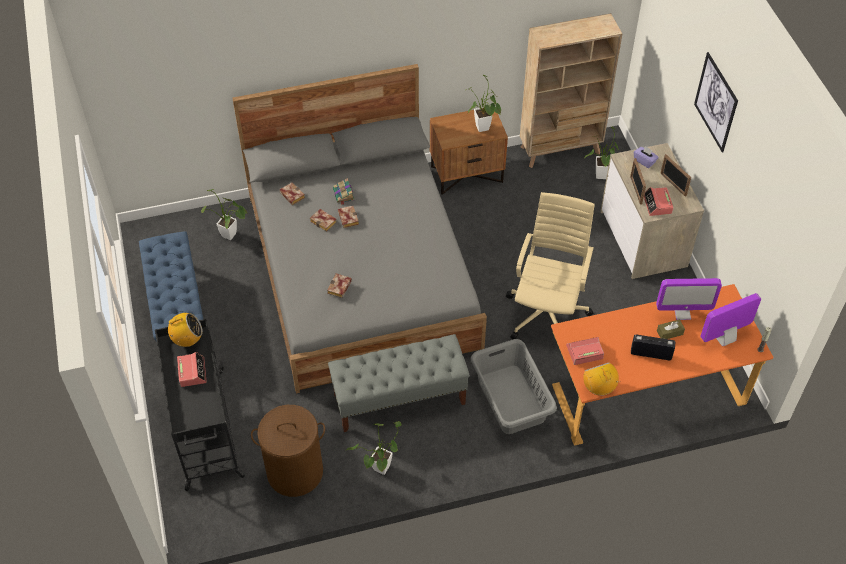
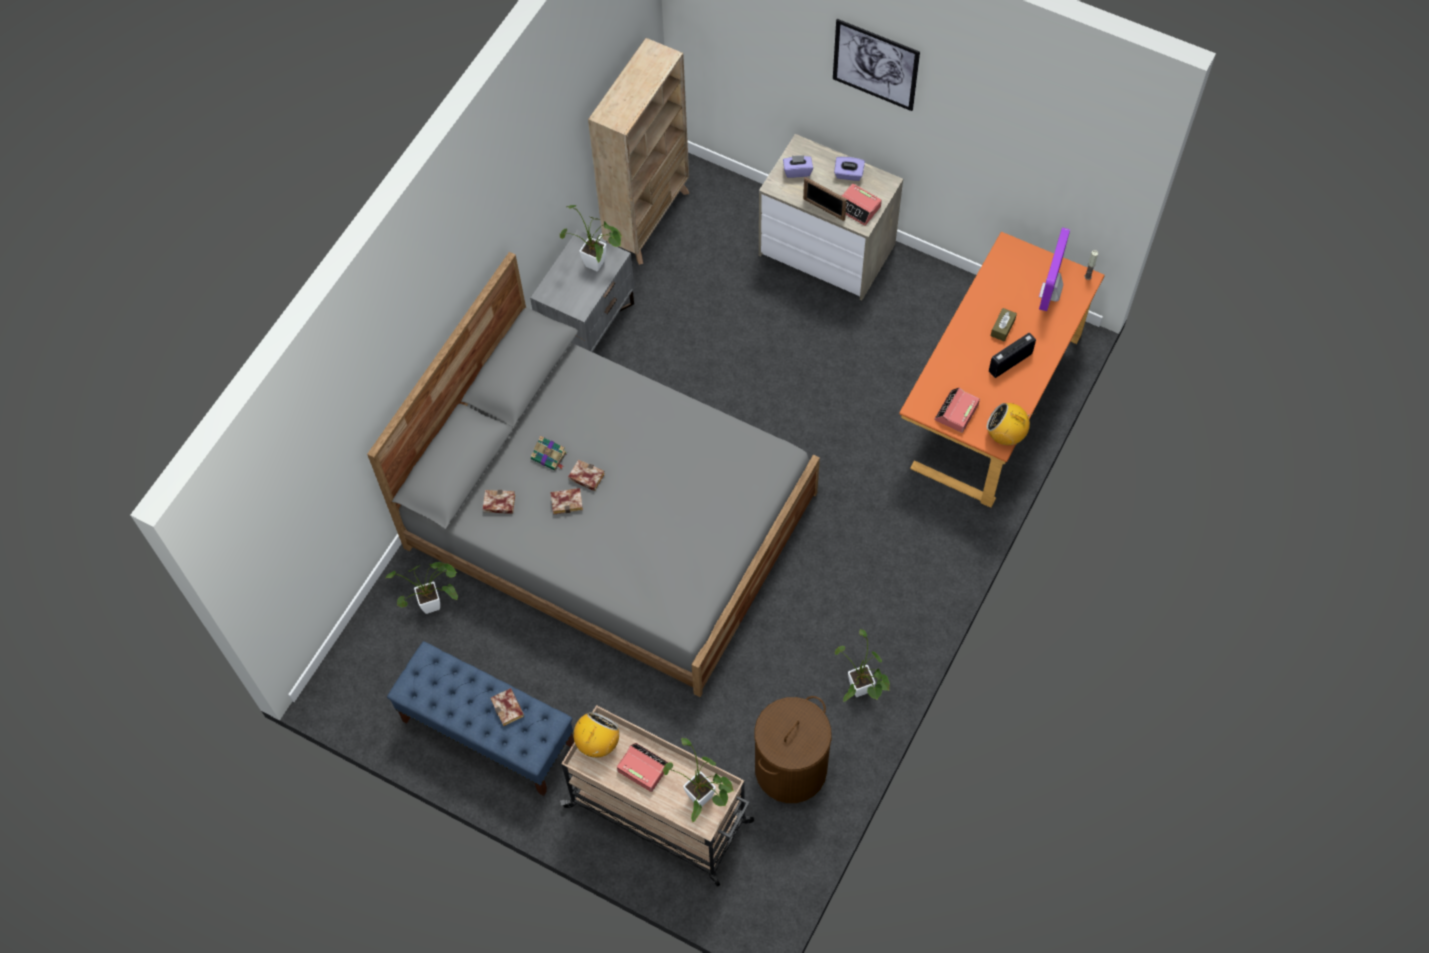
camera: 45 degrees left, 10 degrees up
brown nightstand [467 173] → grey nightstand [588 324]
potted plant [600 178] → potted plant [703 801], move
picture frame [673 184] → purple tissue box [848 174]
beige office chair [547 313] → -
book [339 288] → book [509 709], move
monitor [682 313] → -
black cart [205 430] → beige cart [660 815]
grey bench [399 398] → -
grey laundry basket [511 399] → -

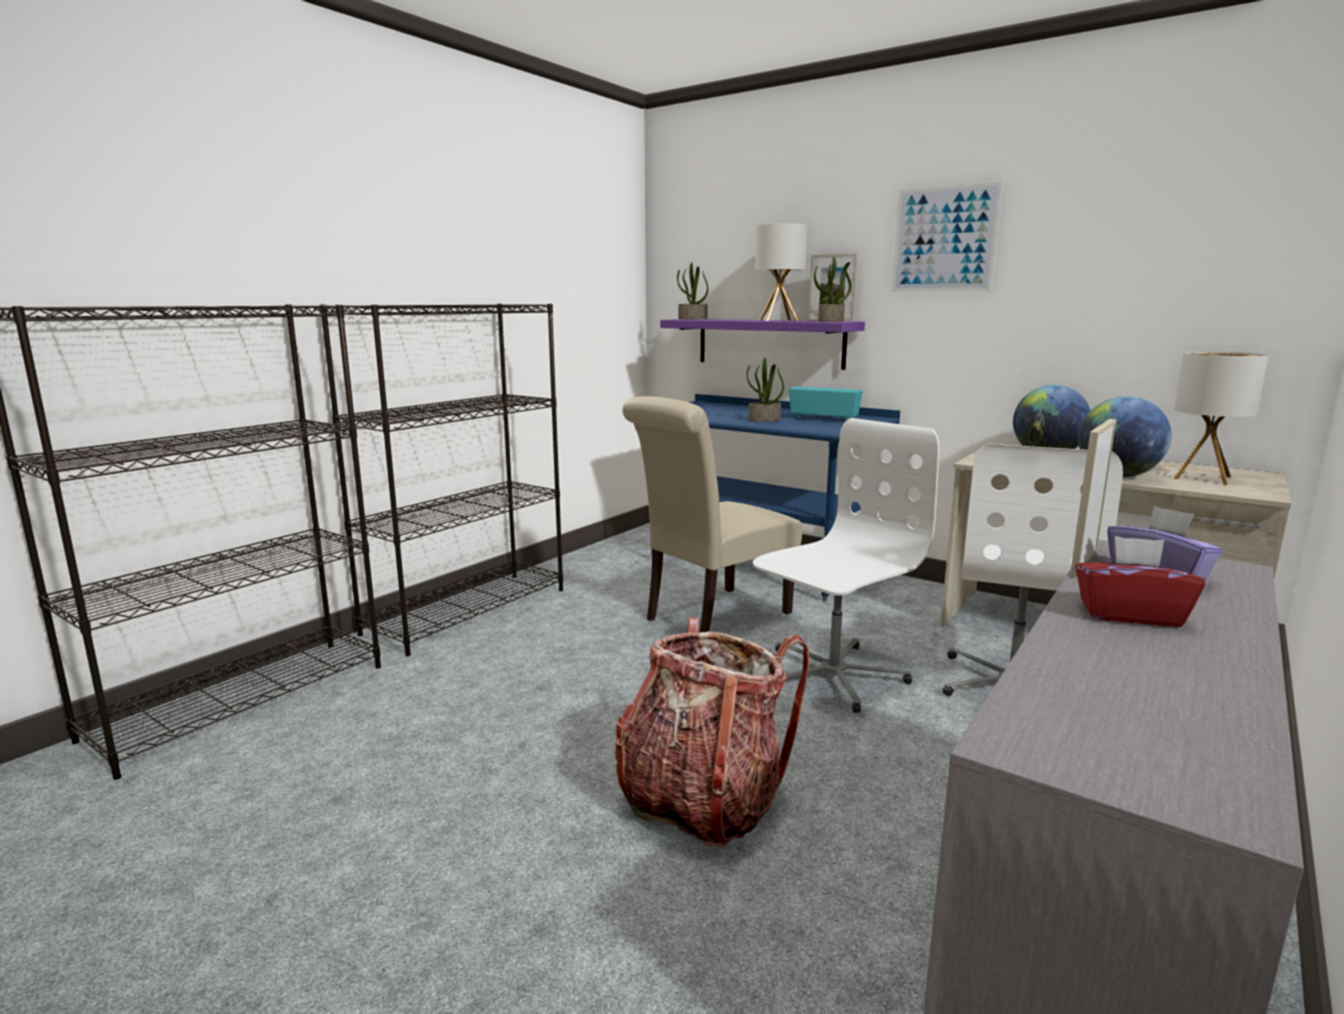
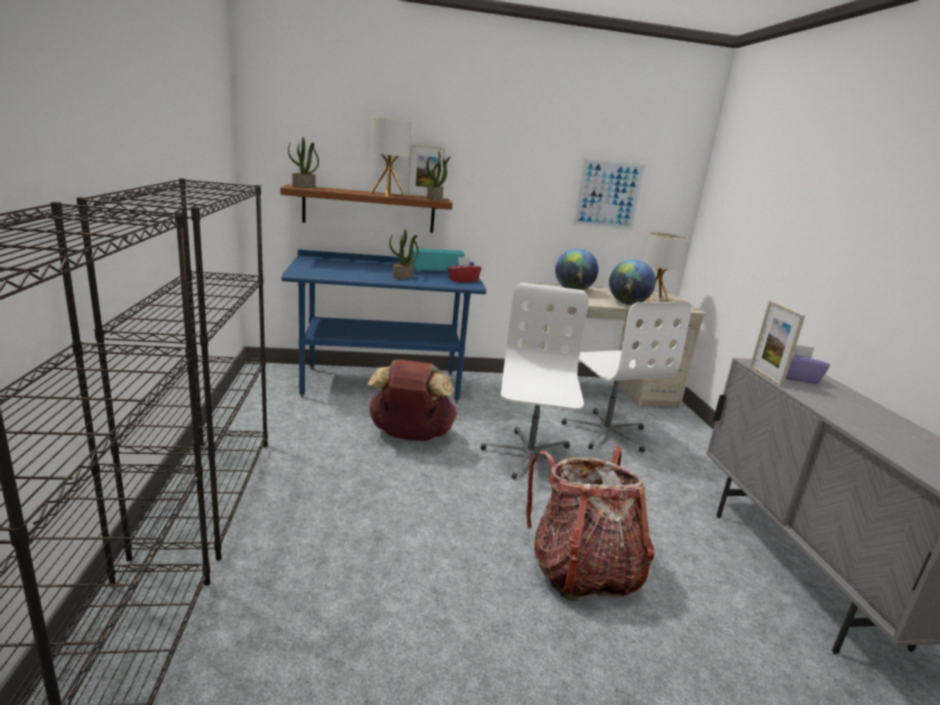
camera: 45 degrees left, 5 degrees up
picture [944 239] → picture [608 195], move
purple shelf [769 343] → brown shelf [369 209]
beige chair [711 618] → brown backpack [410 436]
red tissue box [1129 614] → red tissue box [462 280], move

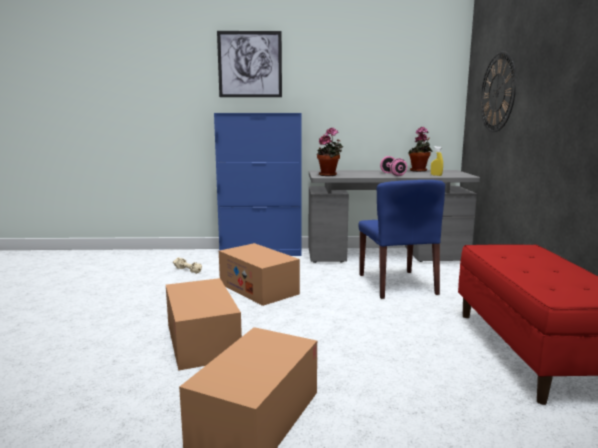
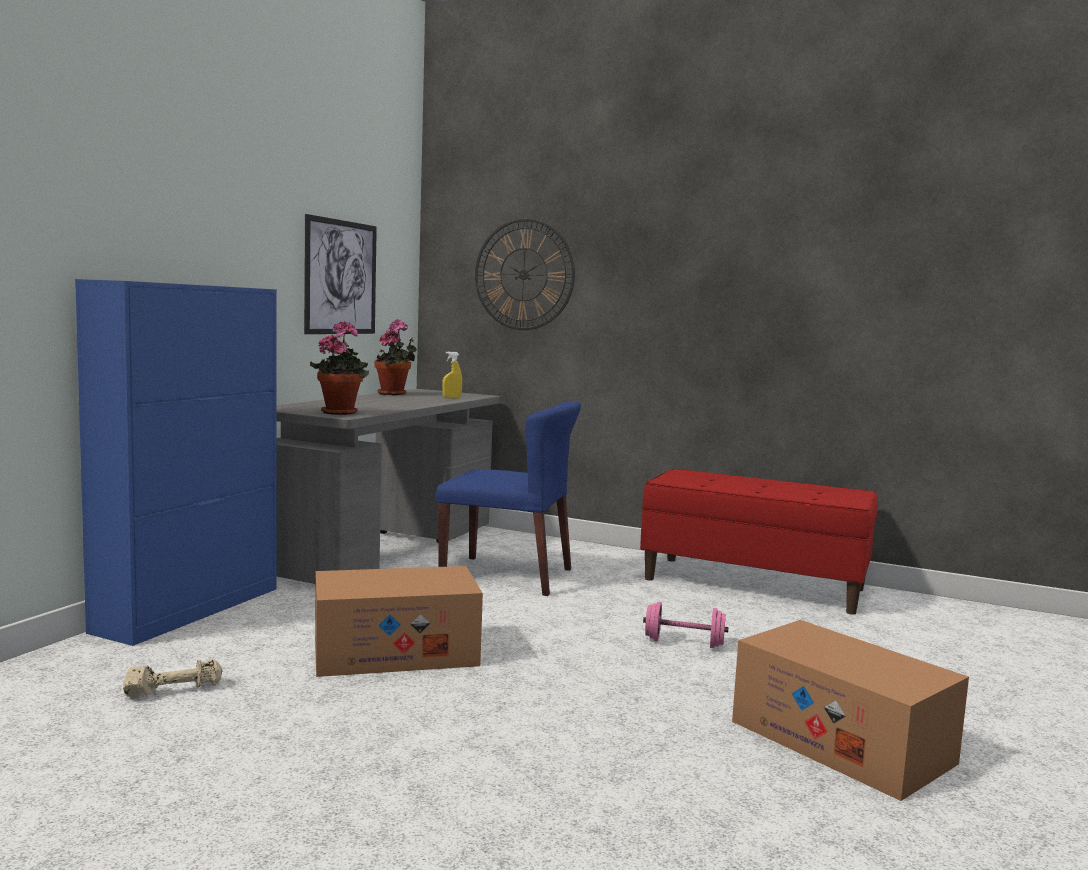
camera: 65 degrees left, 5 degrees down
picture [250 64] → picture [341 277], move
pink dumbbell [393 174] → pink dumbbell [684 643], move
cardboard box [202 341] → -

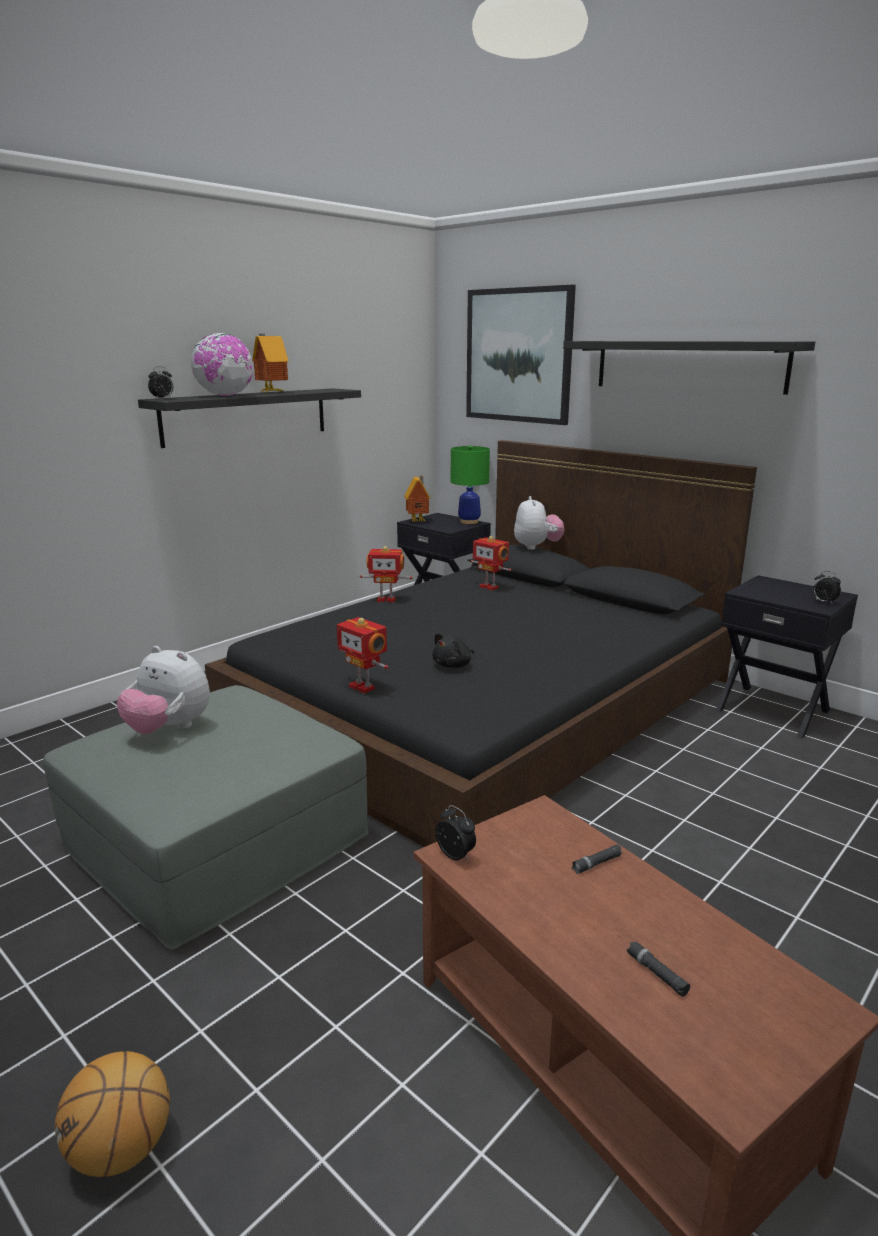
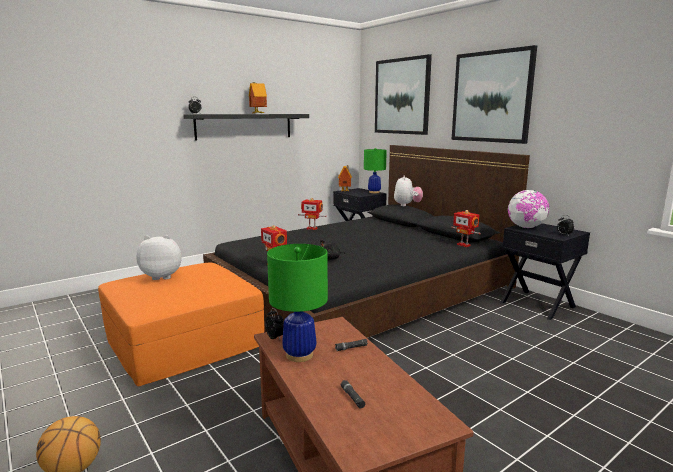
camera: 10 degrees right, 5 degrees down
globe [225 396] → globe [526 227], move
black shelf [688 365] → picture [491 97]
toy robot [489 587] → toy robot [464 245], move
plush toy [169 729] → plush toy [162 276], 135 degrees clockwise
grey ottoman [217 840] → orange ottoman [184 341]
- → green table lamp [300 355]

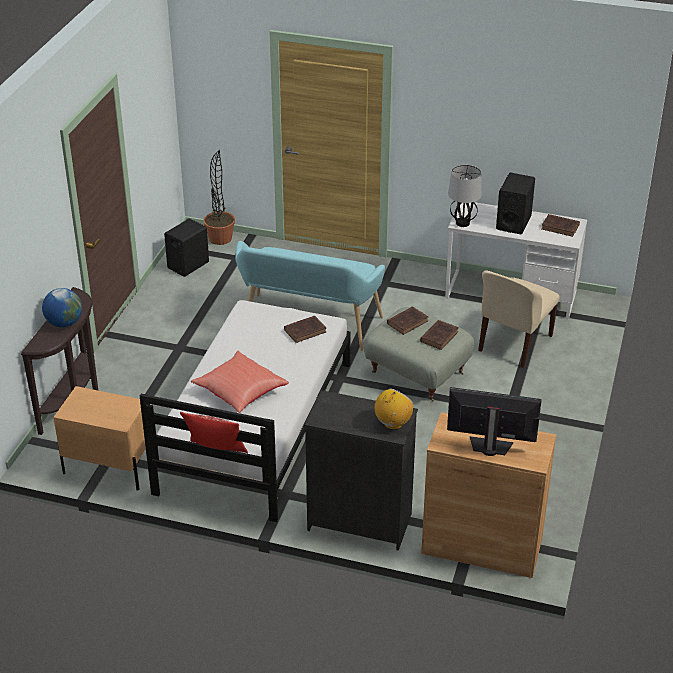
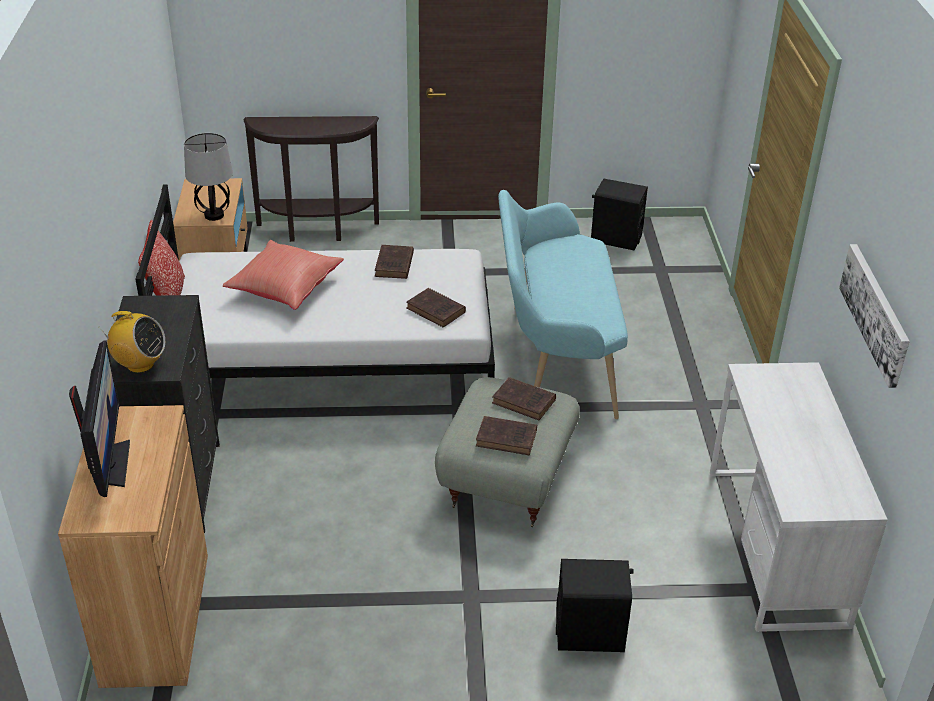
camera: 70 degrees right, 0 degrees up
potted plant [220 238] → -
table lamp [462 223] → table lamp [214 215], move
black speaker [513 222] → black speaker [590 633], move
brown book [561 227] → brown book [394 265], move
beige chair [514 344] → -
globe [64 323] → -
- → picture [876 313]

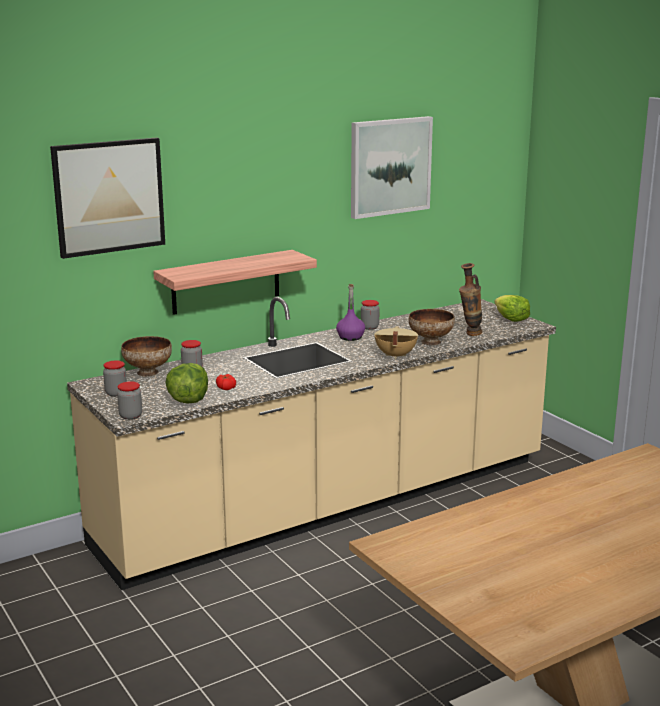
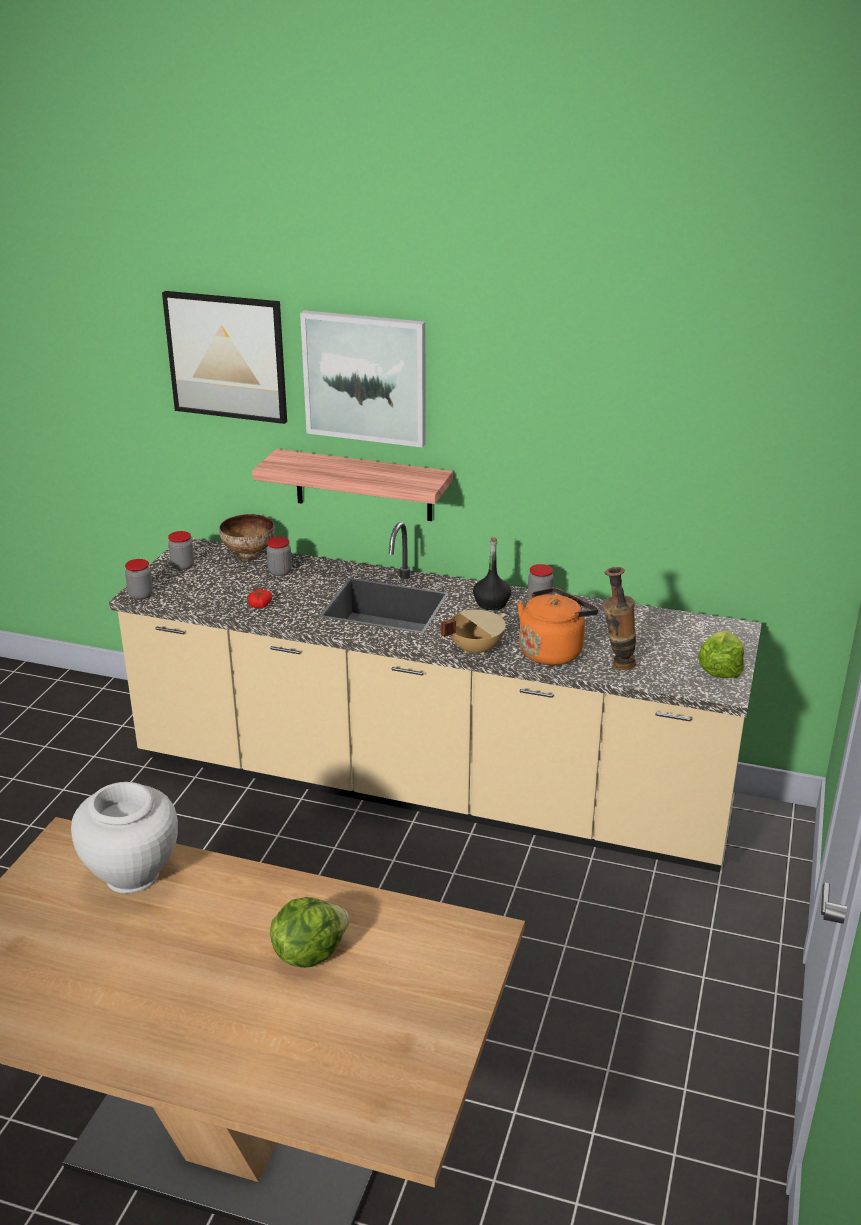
camera: 50 degrees right, 10 degrees up
picture [389 166] → picture [365 377], move
purple bottle [350 337] → black bottle [491 603]
bowl [431 341] → orange kettle [553 651]
lettuce [188 400] → lettuce [308 952], move
- → white vase [133 876]

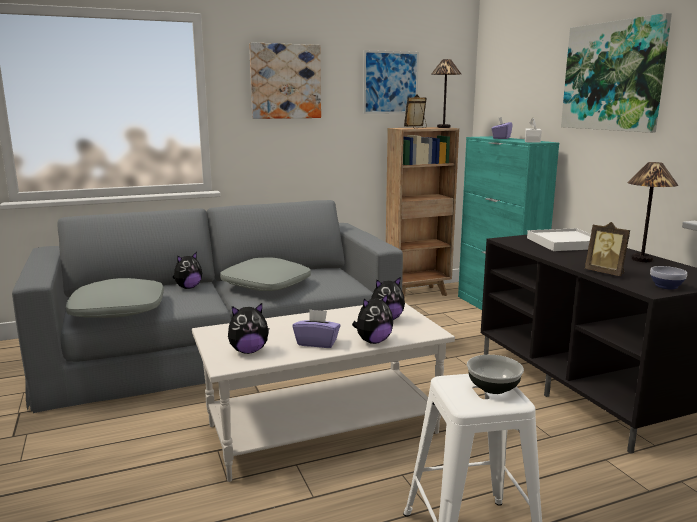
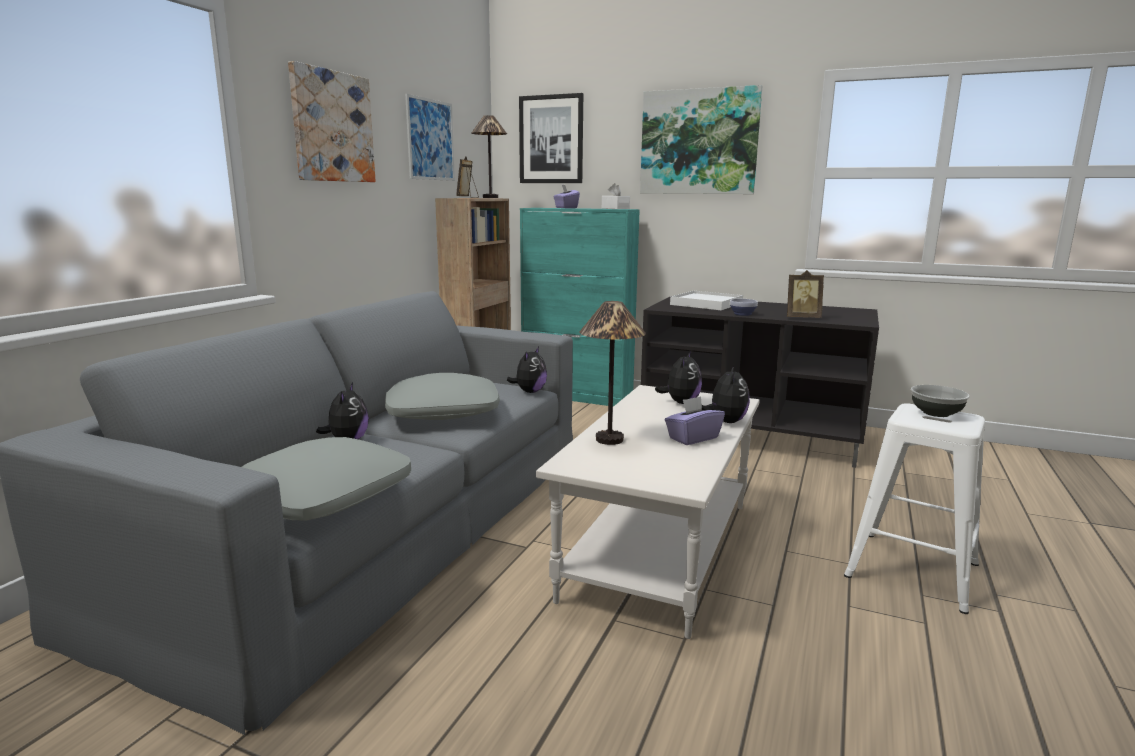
camera: 45 degrees left, 0 degrees up
table lamp [641 259] → table lamp [609 440], move
bowl [666 286] → bowl [742 314], move
plush toy [248 351] → plush toy [529 391], move
- → picture [551 139]

